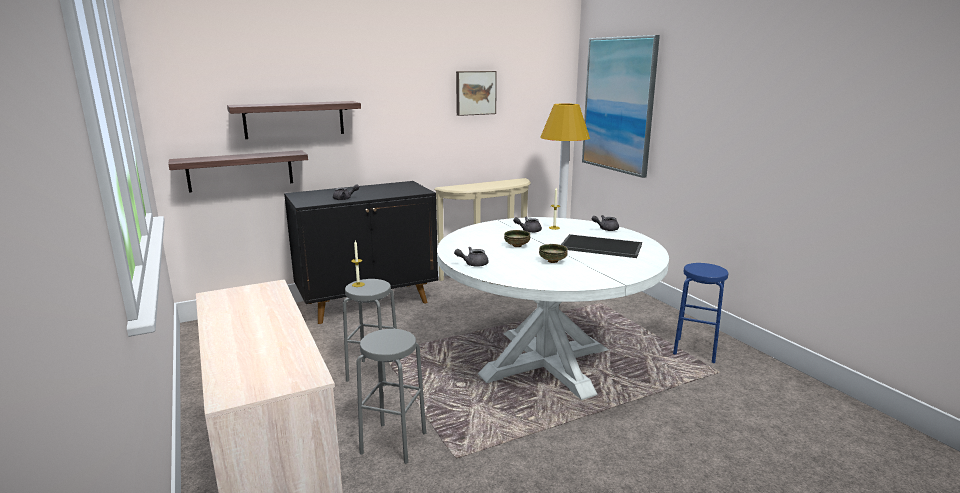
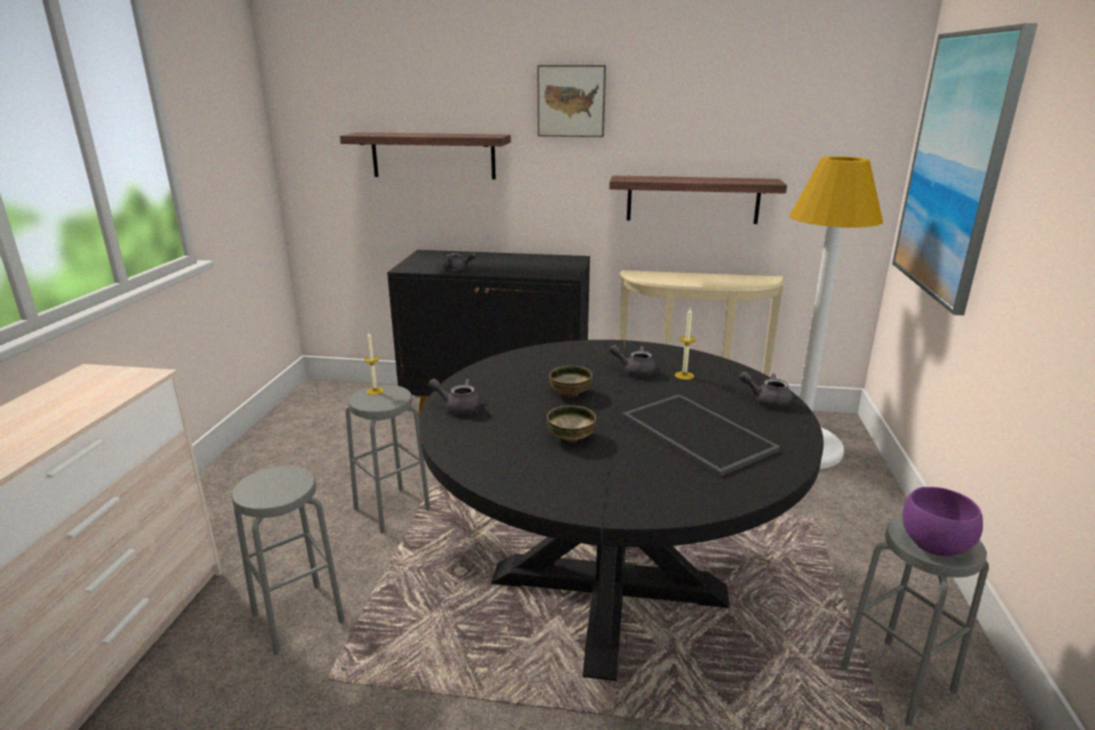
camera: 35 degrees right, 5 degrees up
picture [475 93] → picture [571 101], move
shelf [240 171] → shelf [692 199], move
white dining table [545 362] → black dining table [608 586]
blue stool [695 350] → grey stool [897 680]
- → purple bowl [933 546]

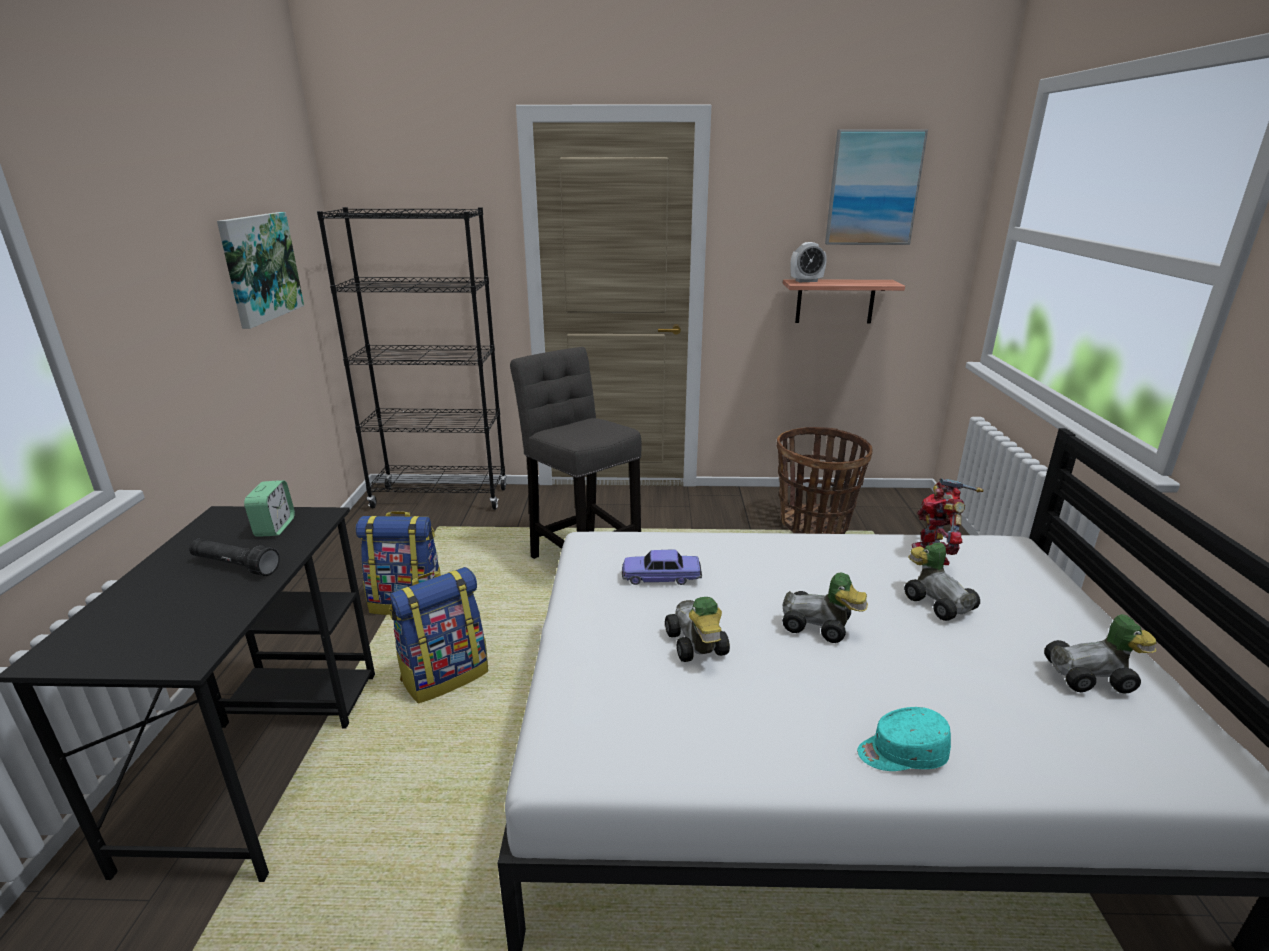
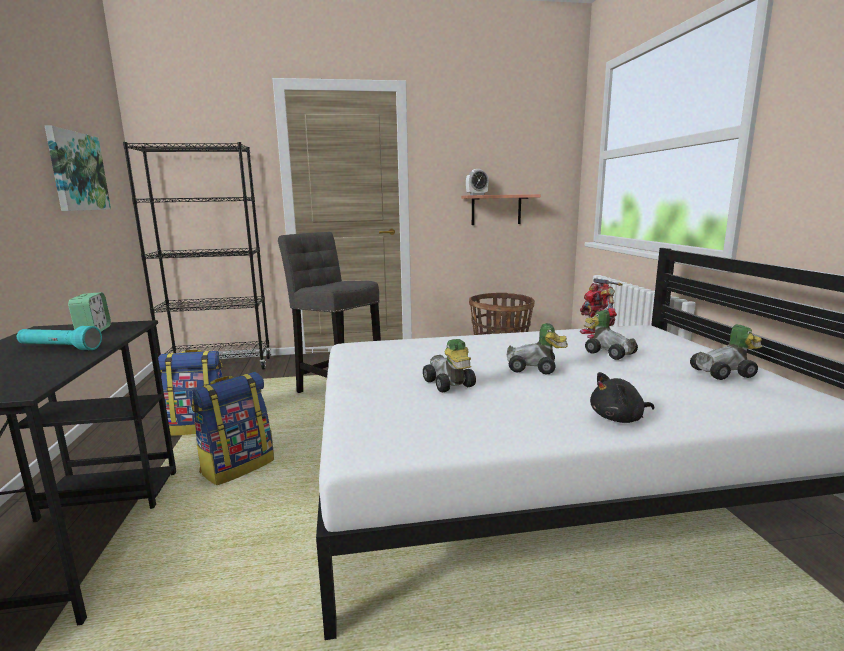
camera: 10 degrees left, 10 degrees down
picture [873 188] → -
black flashlight [235 566] → turquoise flashlight [60 348]
toy car [661 577] → -
turquoise cap [901 754] → black plush toy [619 418]

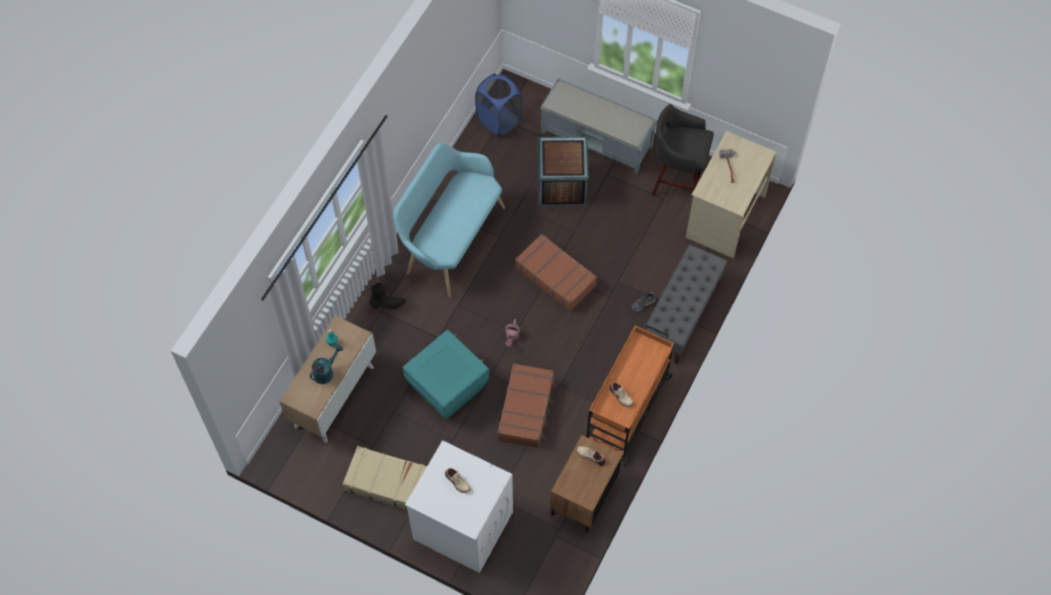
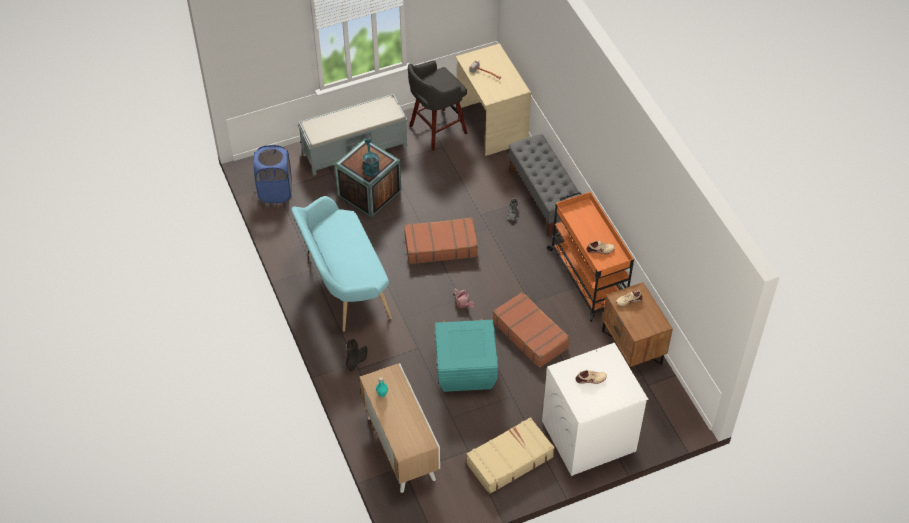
camera: 50 degrees left, 10 degrees down
turquoise watering can [326 372] → turquoise watering can [370 167], move

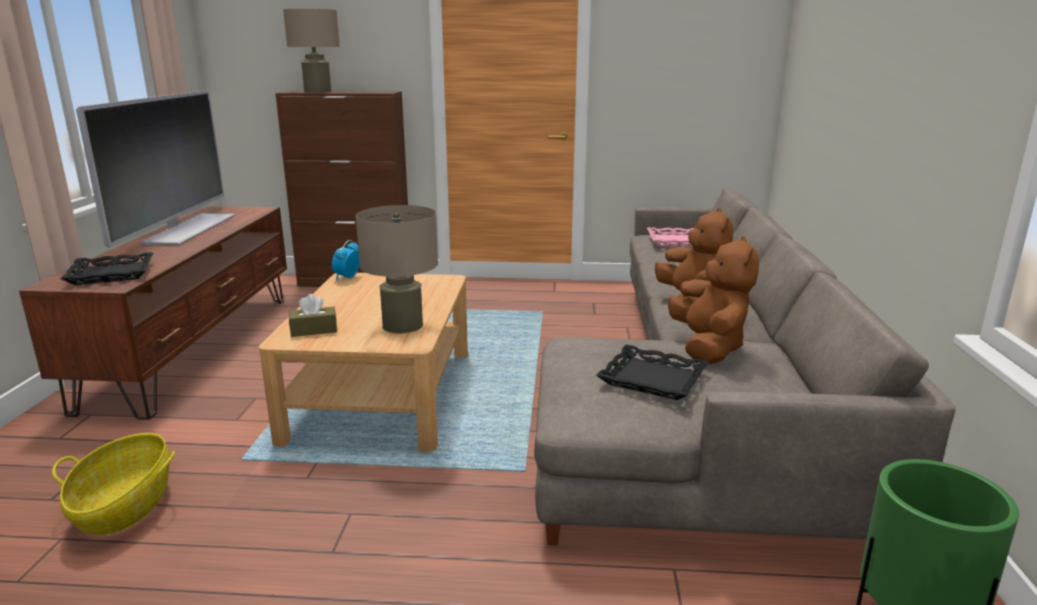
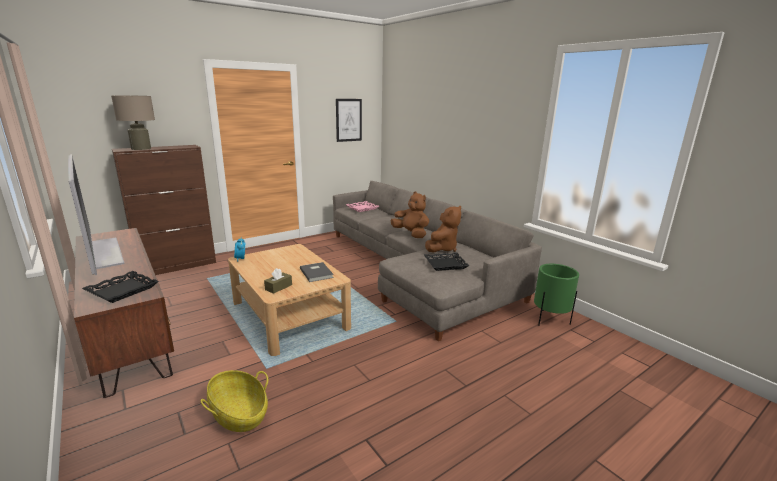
camera: 40 degrees left, 0 degrees up
beige table lamp [403 325] → grey book [317 273]
brown plush toy [708 347] → brown plush toy [442 248], 75 degrees clockwise
- → picture [349 120]

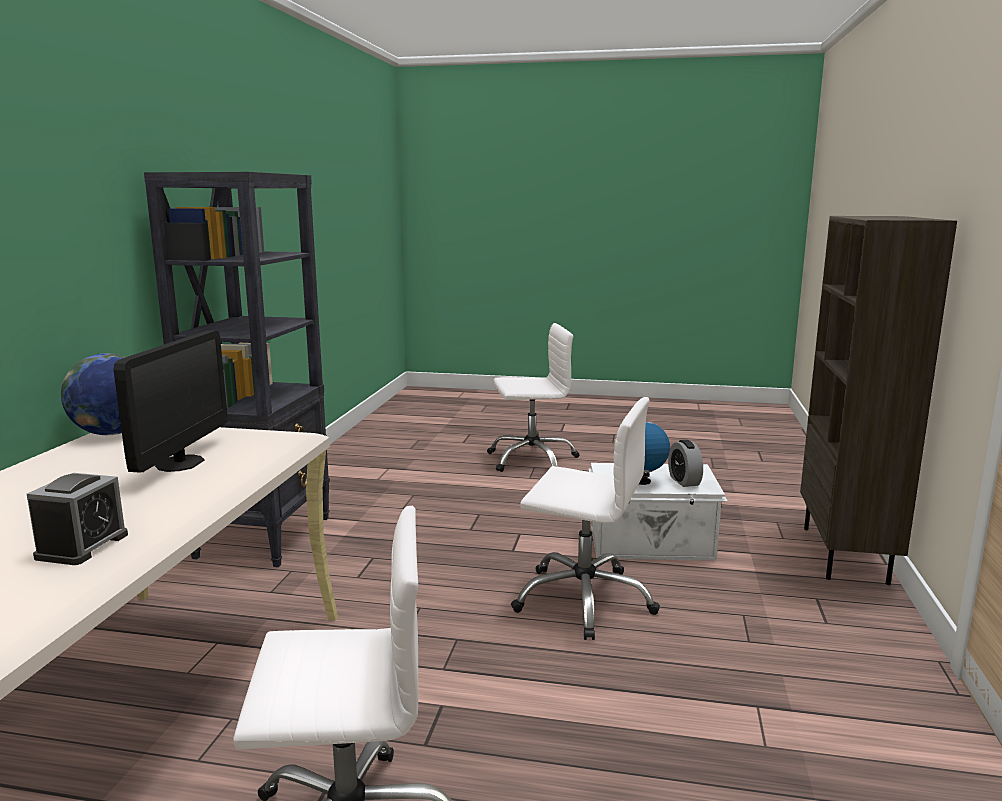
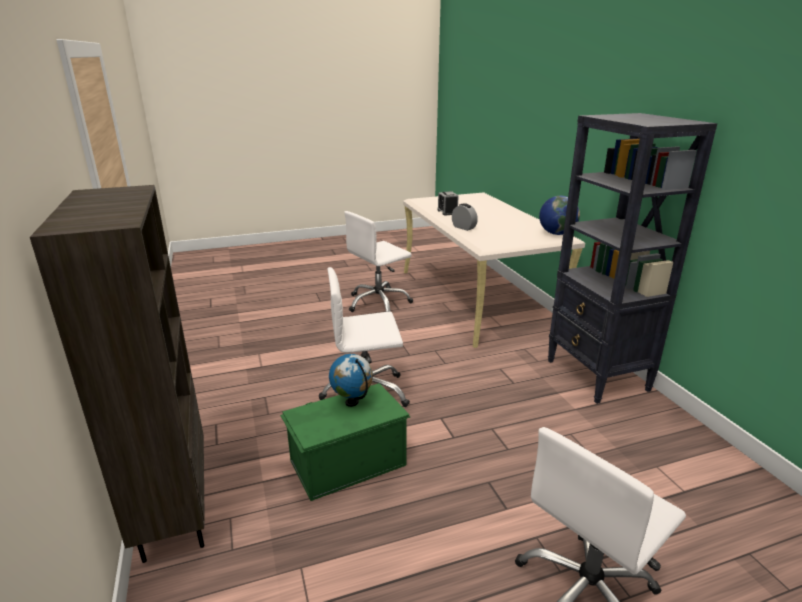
camera: 150 degrees right, 10 degrees up
monitor [180 463] → -
alarm clock [684 481] → alarm clock [463 227], move
white storage box [652 544] → green storage box [346 462]

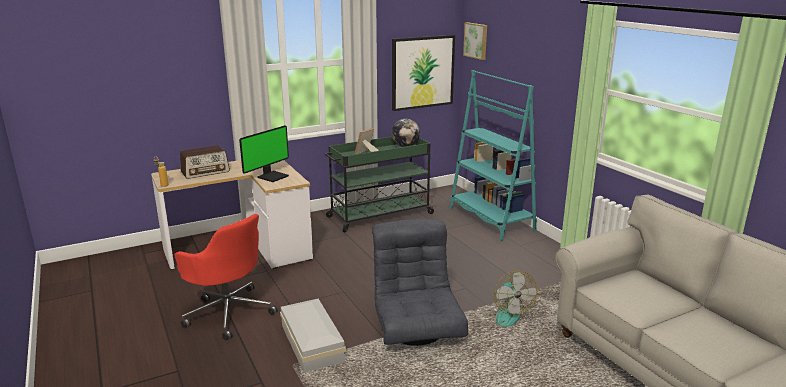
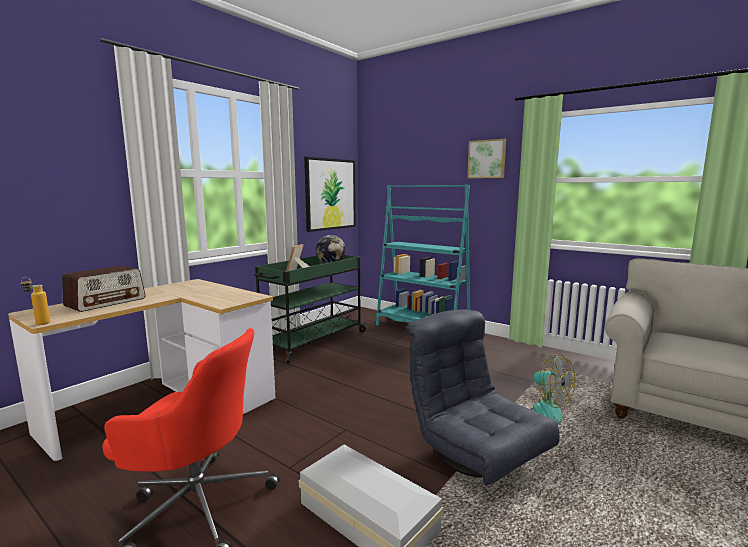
camera: 25 degrees left, 10 degrees down
picture [476 40] → picture [487 159], move
monitor [272 176] → -

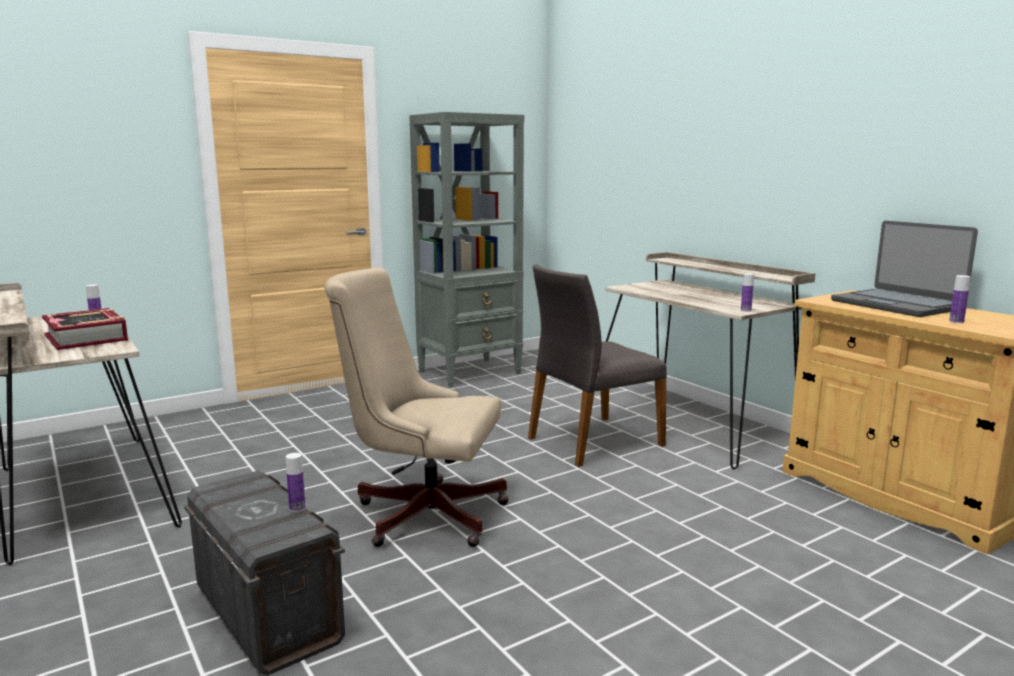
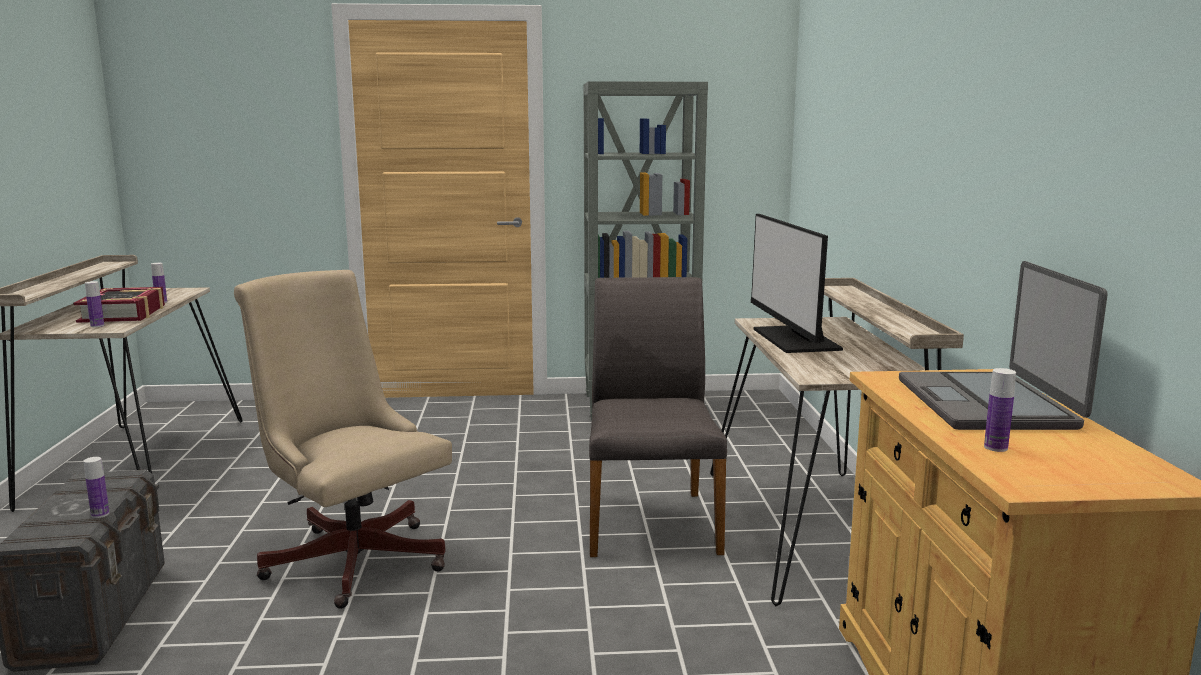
camera: 30 degrees right, 0 degrees up
grey chair [592 441] → grey chair [650 521], 90 degrees clockwise
bottle [746 310] → bottle [97 325], move
- → monitor [794 339]

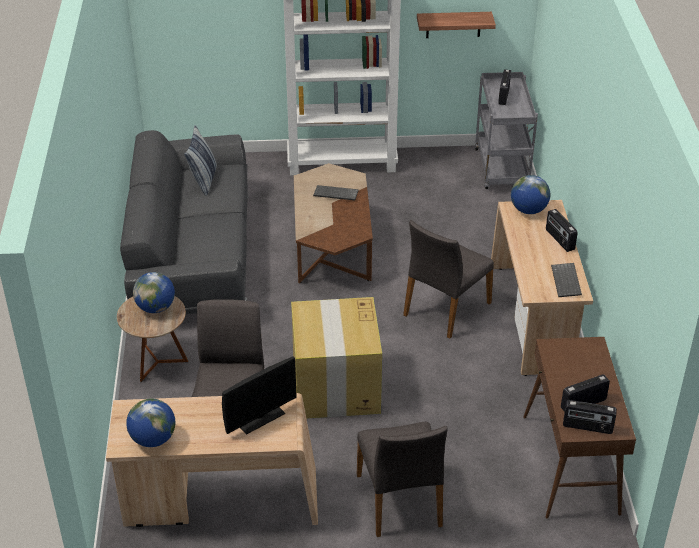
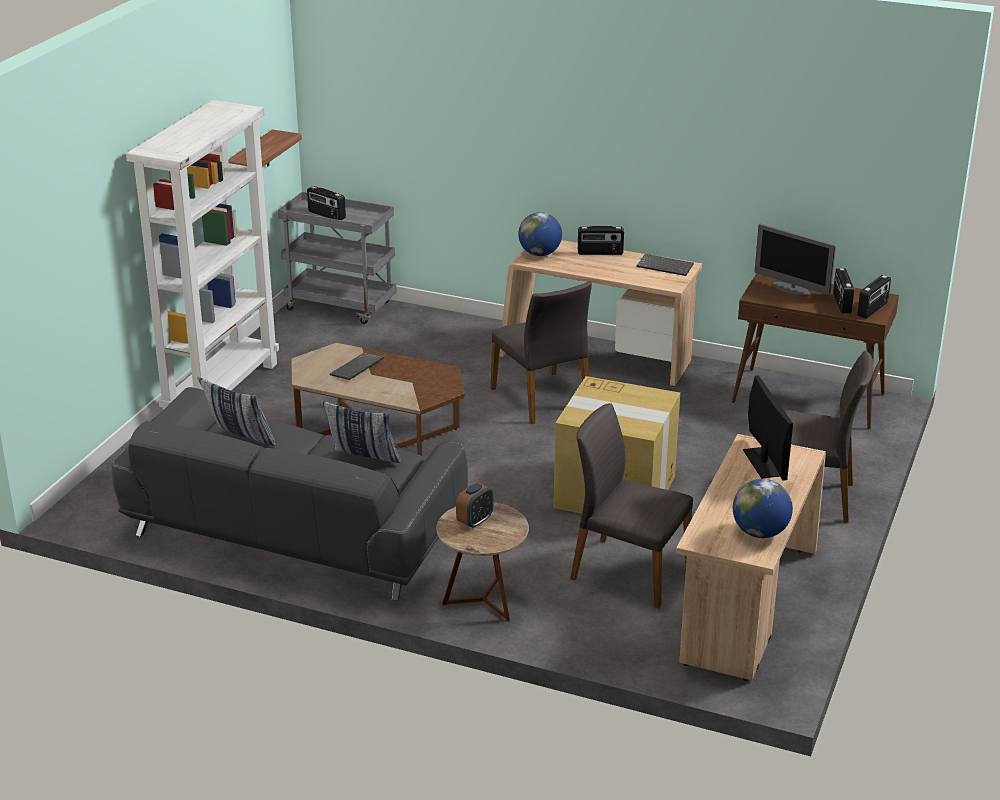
camera: 65 degrees left, 10 degrees down
globe [156 308] → alarm clock [475 521]
- → monitor [791 289]
- → pillow [363 461]

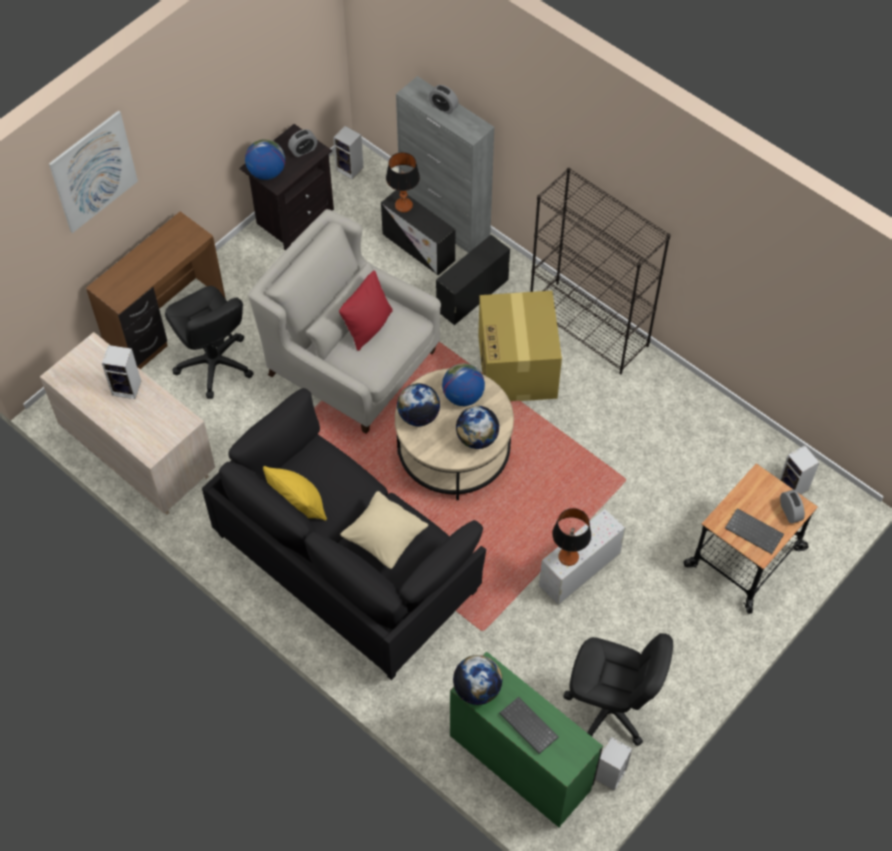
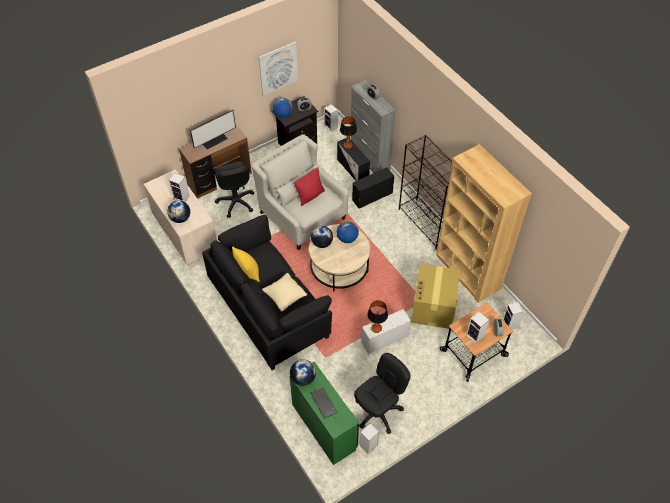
camera: 15 degrees right, 5 degrees down
picture [94 171] → picture [278 68], move
cardboard box [517 368] → cardboard box [433 307], move
globe [477 438] → globe [180 218], move
keyboard [755 531] → speaker [475 336]
black office chair [609 709] → black office chair [378 412], 75 degrees counterclockwise
- → monitor [214 141]
- → brown bookcase [468 272]

